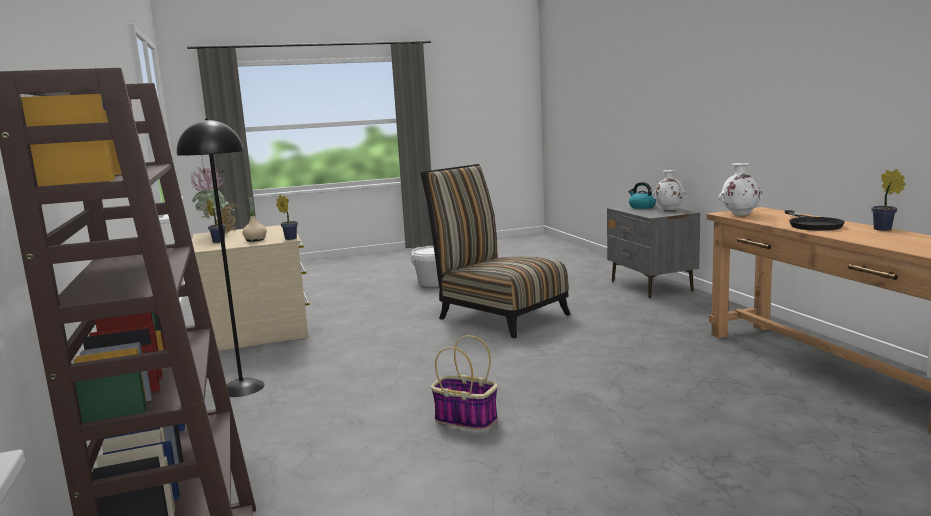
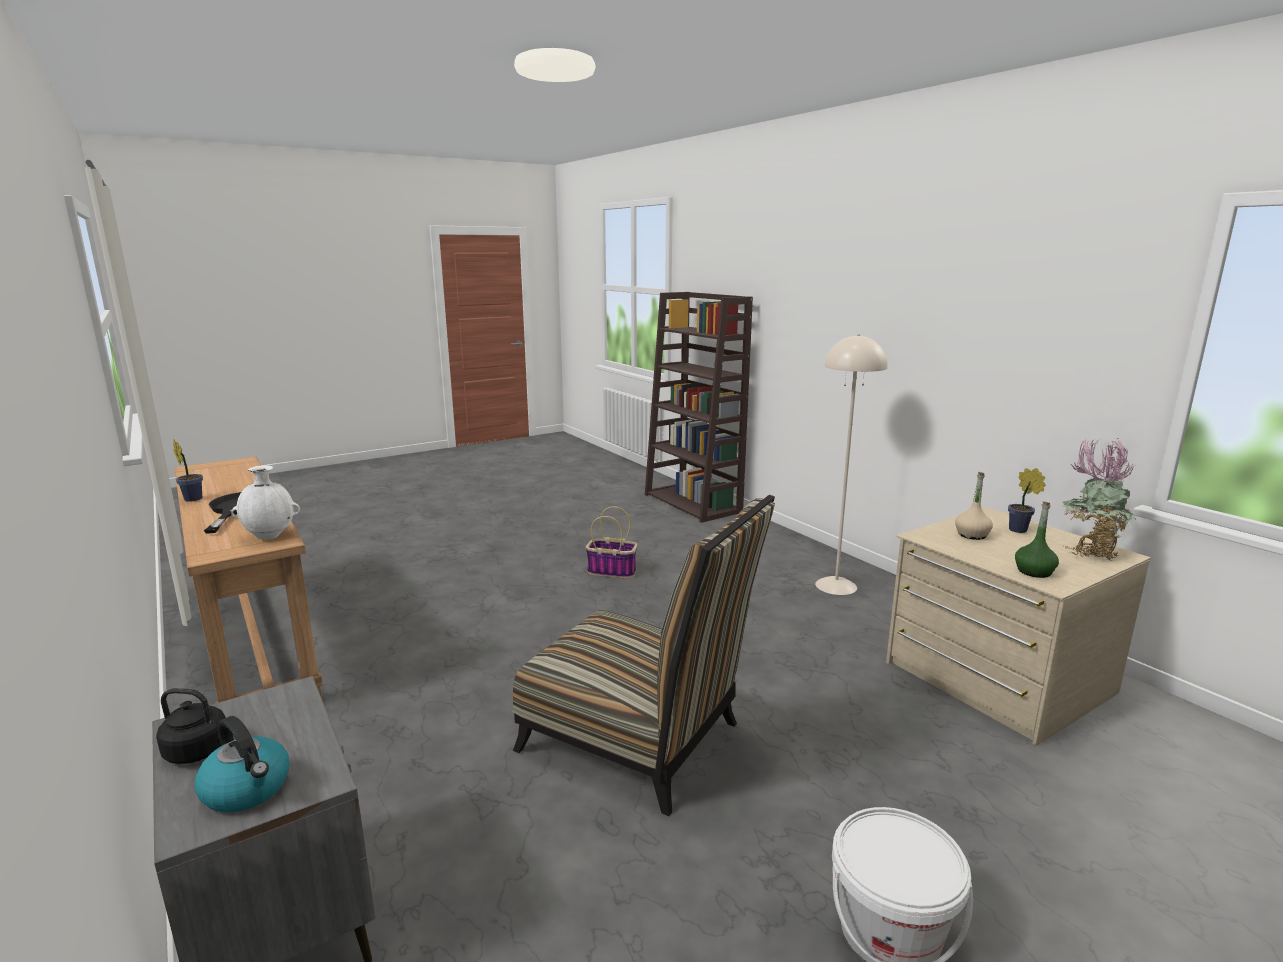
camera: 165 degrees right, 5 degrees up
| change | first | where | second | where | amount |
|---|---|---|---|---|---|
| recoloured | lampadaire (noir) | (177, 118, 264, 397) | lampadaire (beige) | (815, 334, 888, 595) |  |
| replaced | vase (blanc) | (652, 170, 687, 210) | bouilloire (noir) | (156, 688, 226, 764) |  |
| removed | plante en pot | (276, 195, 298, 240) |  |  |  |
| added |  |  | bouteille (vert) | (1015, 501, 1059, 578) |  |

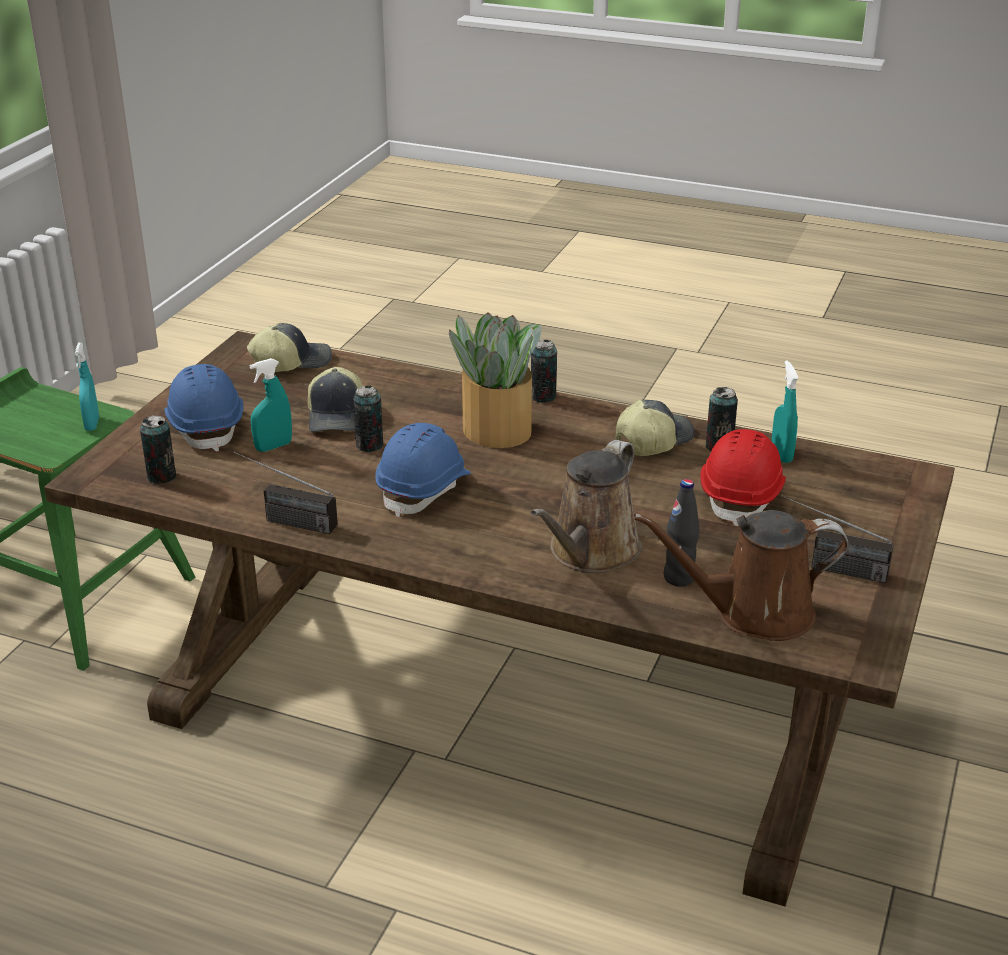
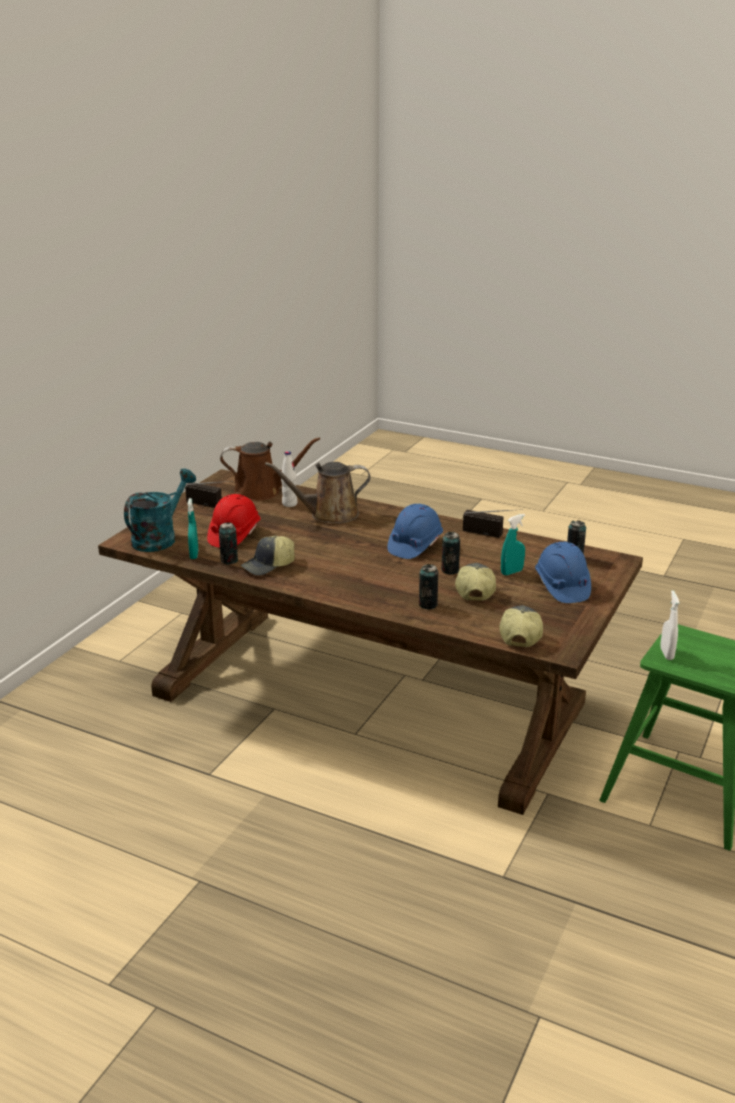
camera: 175 degrees left, 5 degrees down
| change | first | where | second | where | amount |
|---|---|---|---|---|---|
| removed | plante en pot | (449, 312, 541, 448) |  |  |  |
| turned | casquette | (247, 323, 332, 372) |  | (499, 605, 543, 647) | 120 degrees clockwise |
| moved | boîte métallique | (531, 340, 557, 403) |  | (419, 564, 438, 609) |  |
| recoloured | vaporisateur (turquoise) | (75, 342, 99, 431) | vaporisateur (blanc) | (660, 590, 680, 660) |  |
| turned | arrosoir (marron) | (531, 440, 642, 573) |  | (265, 462, 370, 524) | 135 degrees counterclockwise |
| recoloured | bouteille (noir) | (664, 479, 700, 587) | bouteille (blanc) | (281, 451, 298, 507) |  |
| added |  |  | arrosoir (turquoise) | (124, 469, 196, 552) |  |

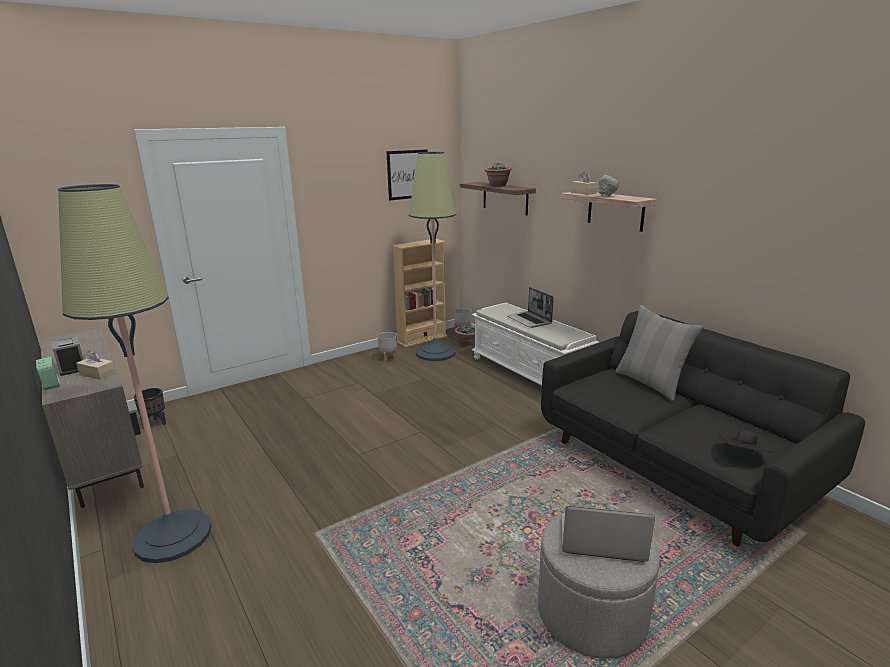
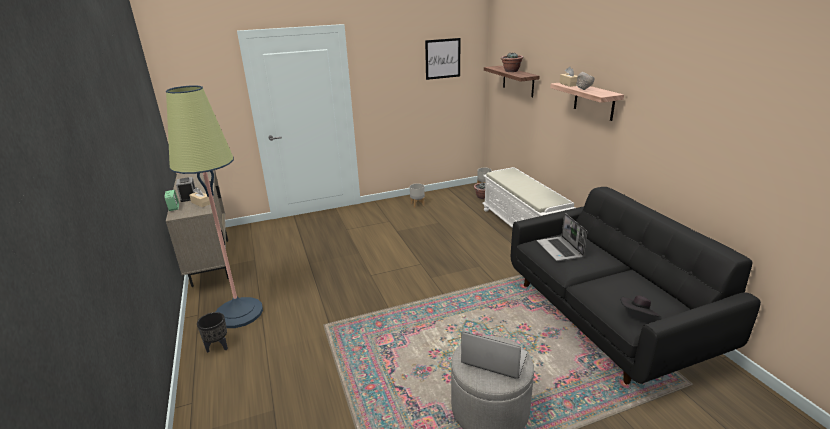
camera: 15 degrees right, 5 degrees up
| change | first | where | second | where | amount |
|---|---|---|---|---|---|
| removed | lampadaire | (409, 152, 456, 361) |  |  |  |
| removed | bibliothèque (beige) | (392, 239, 447, 348) |  |  |  |
| moved | ordinateur portable | (507, 287, 554, 328) |  | (537, 213, 587, 261) |  |
| removed | coussin (gris) | (615, 305, 703, 401) |  |  |  |
| moved | cache-pot (noir) | (134, 388, 166, 429) |  | (197, 312, 228, 353) |  |

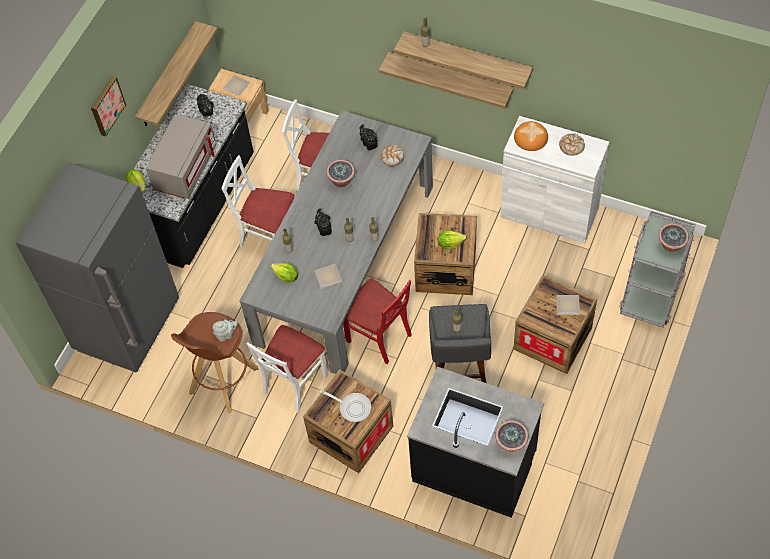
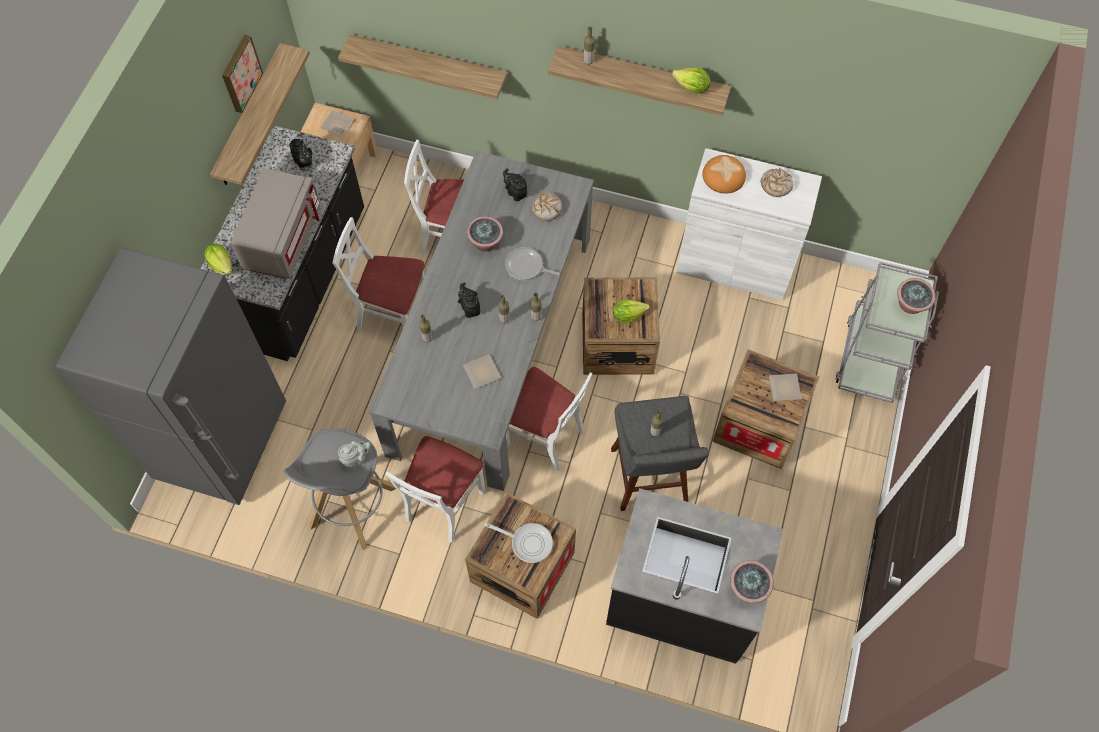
camera: 10 degrees left, 5 degrees up
| change | first | where | second | where | amount |
|---|---|---|---|---|---|
| moved | étagère | (379, 52, 514, 109) |  | (338, 34, 507, 99) |  |
| moved | tableau | (91, 76, 126, 137) |  | (222, 35, 263, 113) |  |
| moved | laitue | (271, 263, 298, 282) |  | (672, 67, 710, 93) |  |
| recoloured | chaise (rouge) | (343, 278, 412, 364) | chaise (blanc) | (506, 367, 592, 471) |  |
| recoloured | tabouret (marron) | (171, 312, 259, 413) | tabouret (gris) | (284, 428, 396, 550) |  |
| added |  |  | poêle | (505, 247, 560, 281) |  |

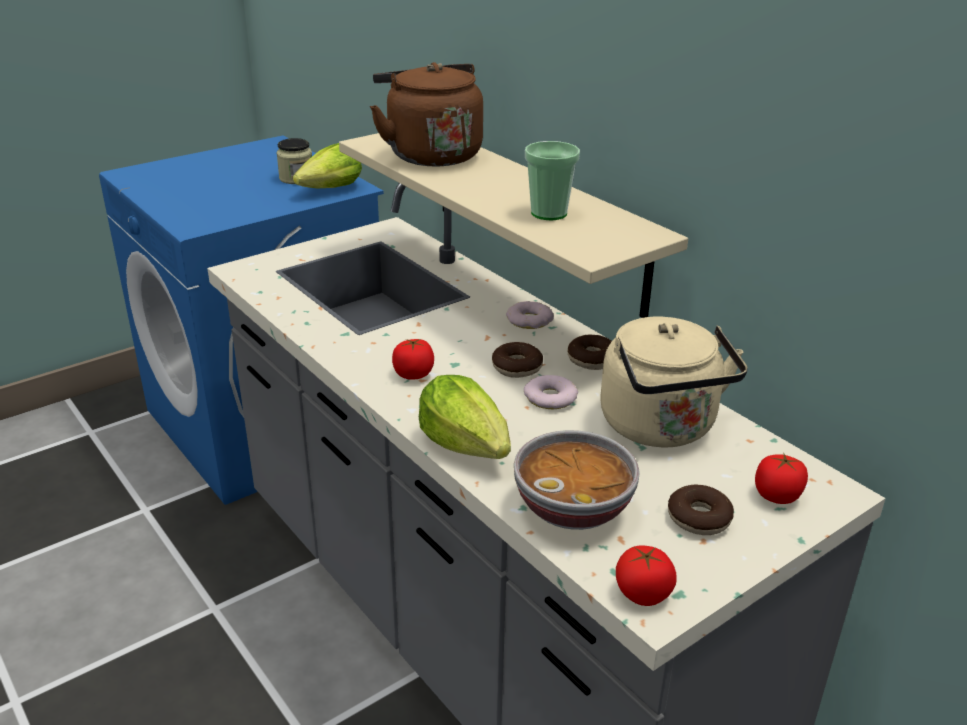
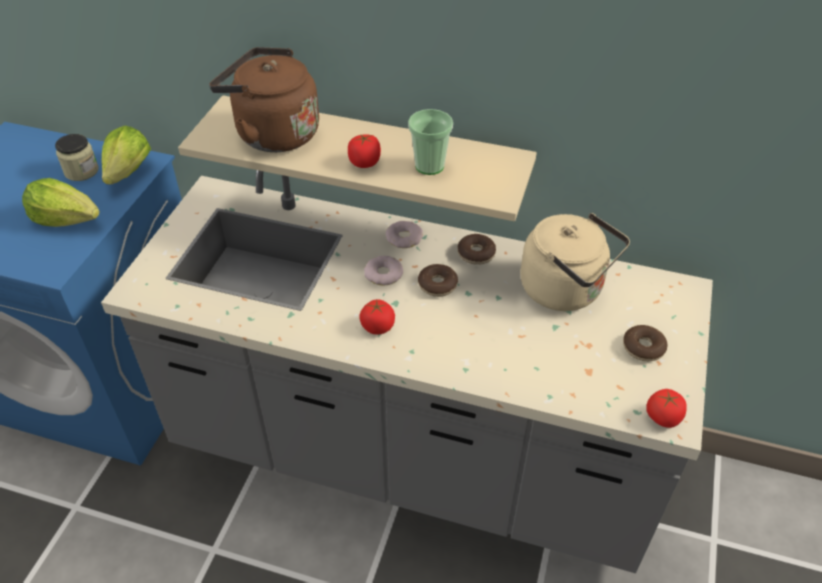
camera: 35 degrees left, 15 degrees up
| change | first | where | second | where | amount |
|---|---|---|---|---|---|
| moved | laitue | (419, 375, 511, 459) |  | (22, 178, 100, 227) |  |
| moved | beignet | (524, 375, 578, 409) |  | (364, 256, 403, 286) |  |
| removed | bol | (514, 430, 640, 530) |  |  |  |
| moved | tomate | (755, 454, 808, 504) |  | (348, 134, 381, 168) |  |

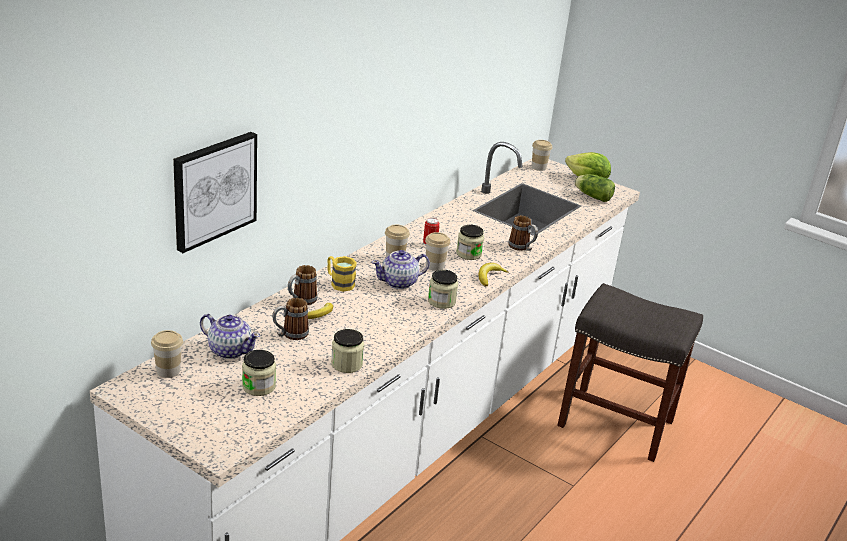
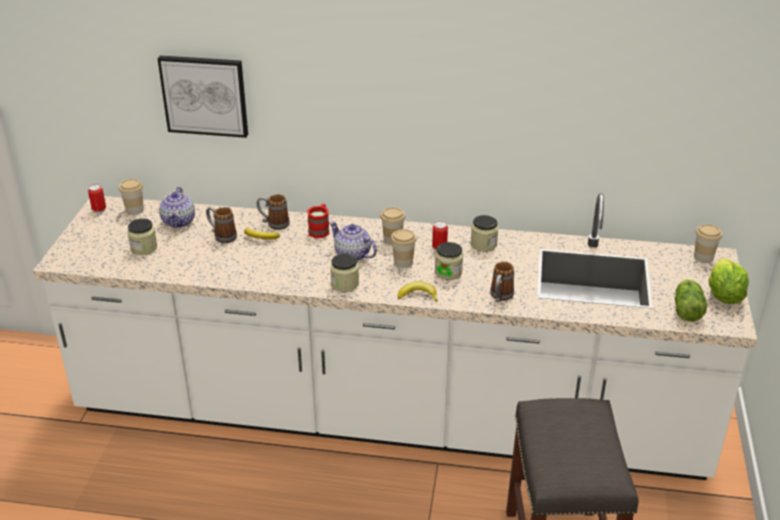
camera: 65 degrees right, 5 degrees up
| change | first | where | second | where | amount |
|---|---|---|---|---|---|
| recoloured | mug (jaune) | (328, 256, 357, 292) | mug (rouge) | (307, 204, 330, 238) |  |
| moved | bocal | (331, 329, 364, 373) |  | (471, 215, 498, 252) |  |
| added |  |  | boîte métallique | (88, 184, 106, 213) |  |

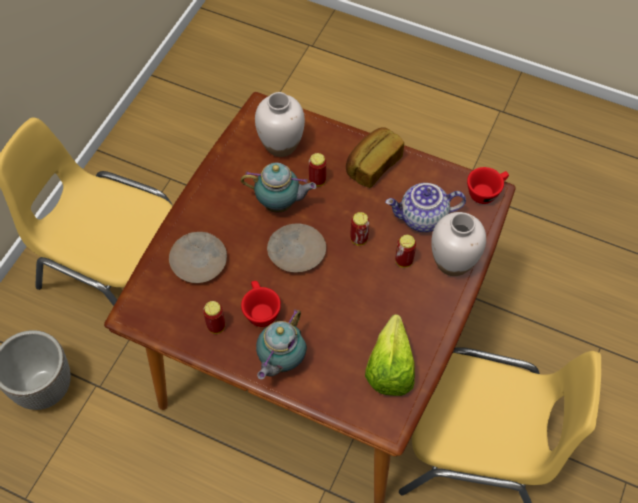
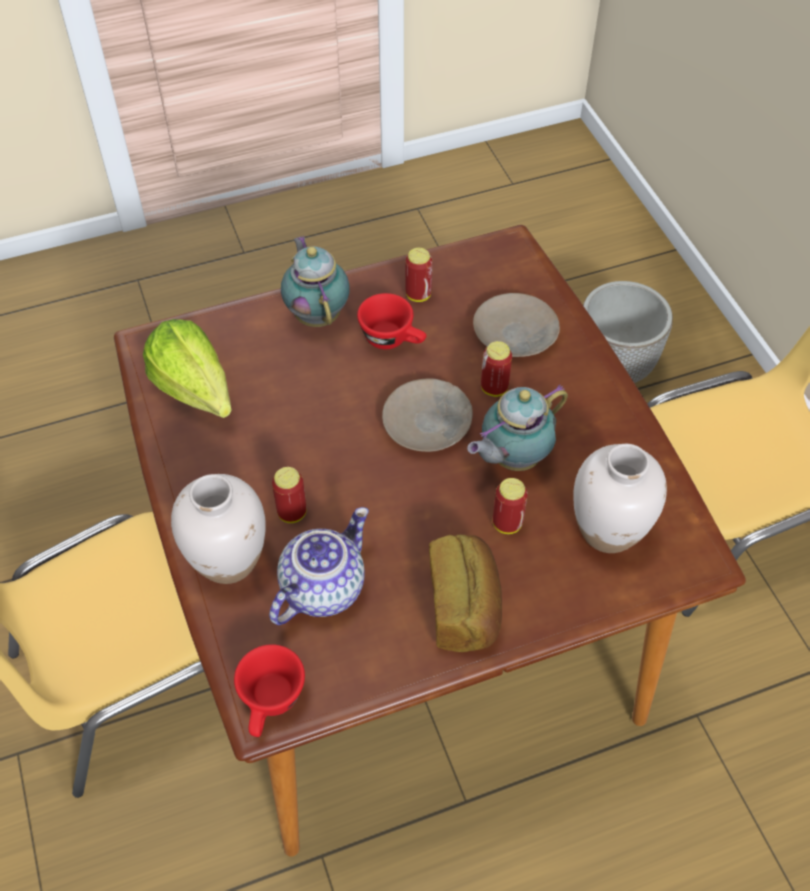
camera: 135 degrees right, 5 degrees down
| change | first | where | second | where | amount |
|---|---|---|---|---|---|
| moved | boîte métallique | (350, 212, 370, 246) |  | (481, 341, 512, 397) |  |

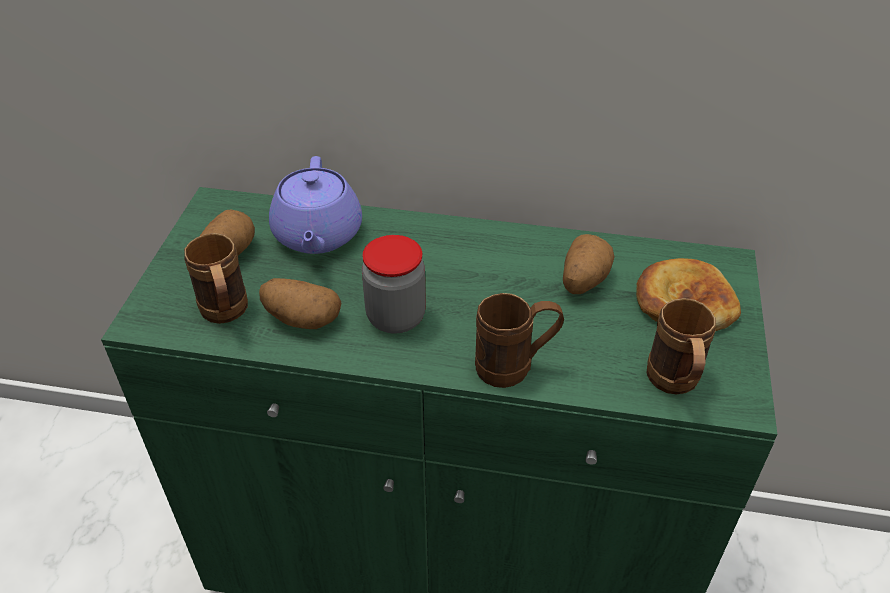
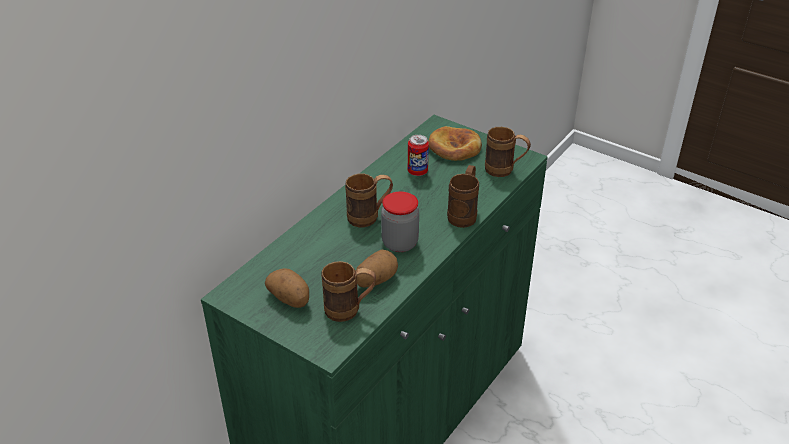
camera: 65 degrees left, 5 degrees down
| change | first | where | second | where | amount |
|---|---|---|---|---|---|
| removed | théière (violet) | (269, 156, 362, 254) |  |  |  |
| replaced | pomme de terre | (563, 234, 615, 294) | boîte métallique | (408, 135, 429, 176) |  |
| added |  |  | mug (marron) | (345, 173, 393, 227) |  |

